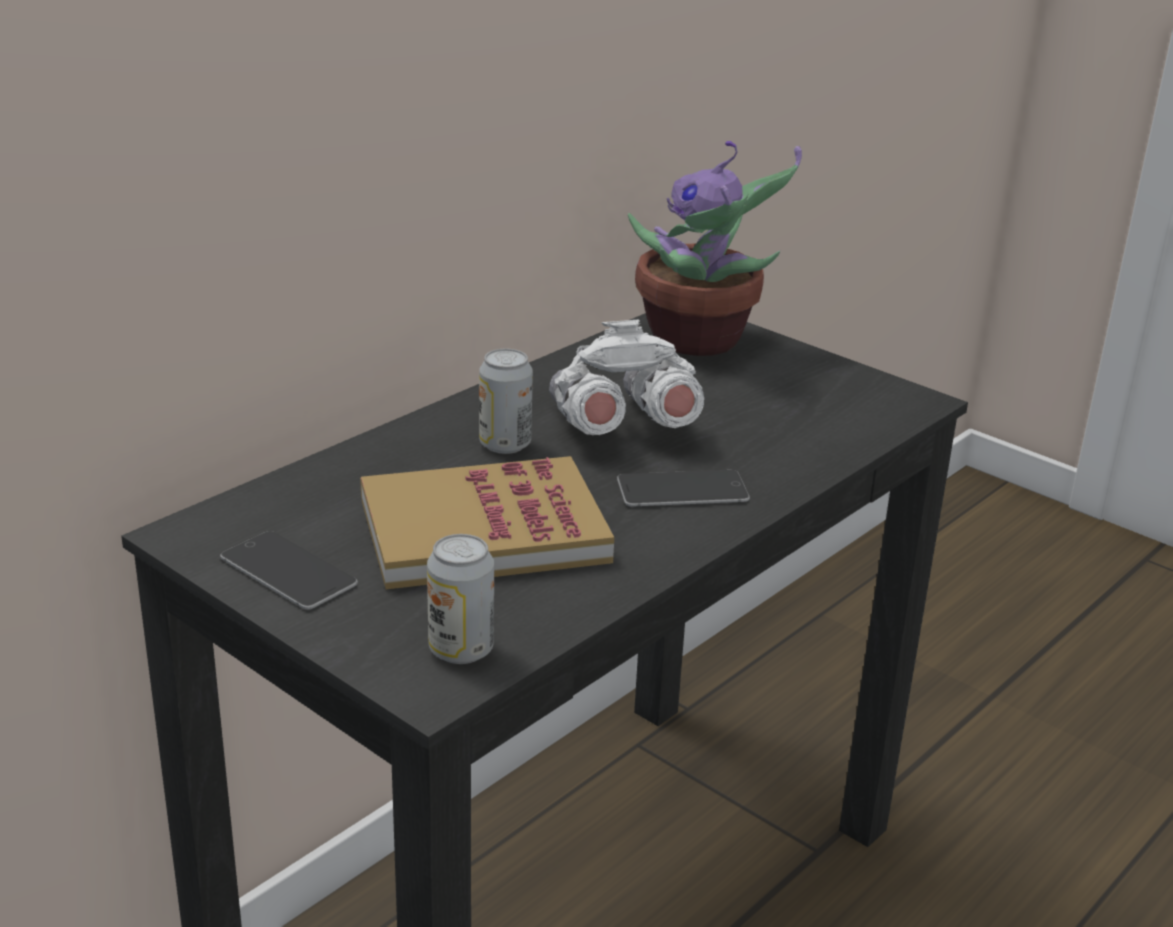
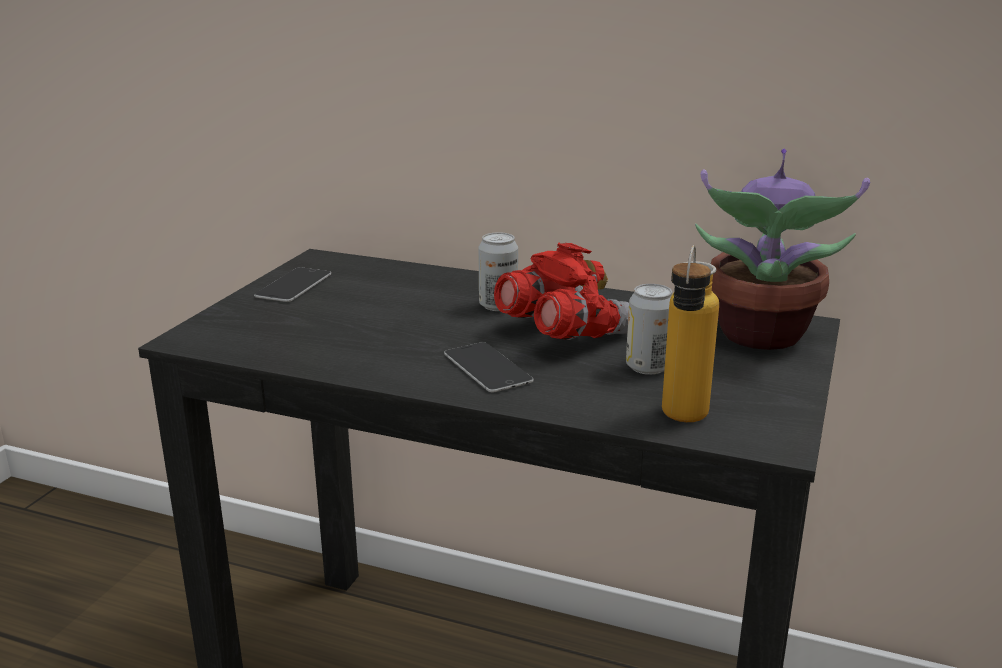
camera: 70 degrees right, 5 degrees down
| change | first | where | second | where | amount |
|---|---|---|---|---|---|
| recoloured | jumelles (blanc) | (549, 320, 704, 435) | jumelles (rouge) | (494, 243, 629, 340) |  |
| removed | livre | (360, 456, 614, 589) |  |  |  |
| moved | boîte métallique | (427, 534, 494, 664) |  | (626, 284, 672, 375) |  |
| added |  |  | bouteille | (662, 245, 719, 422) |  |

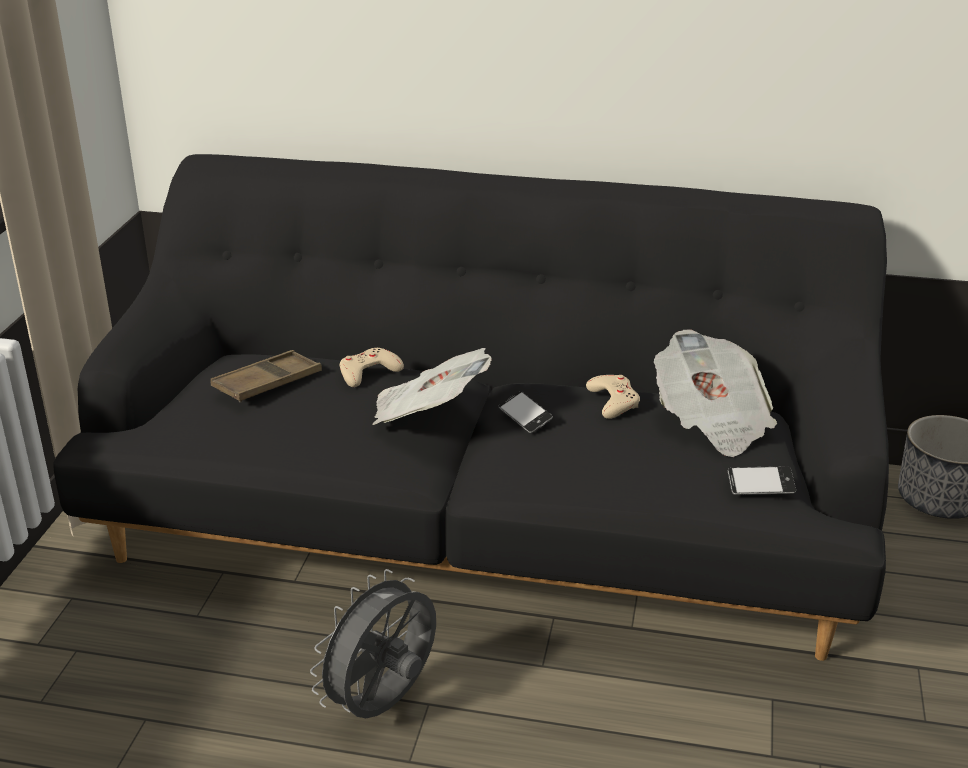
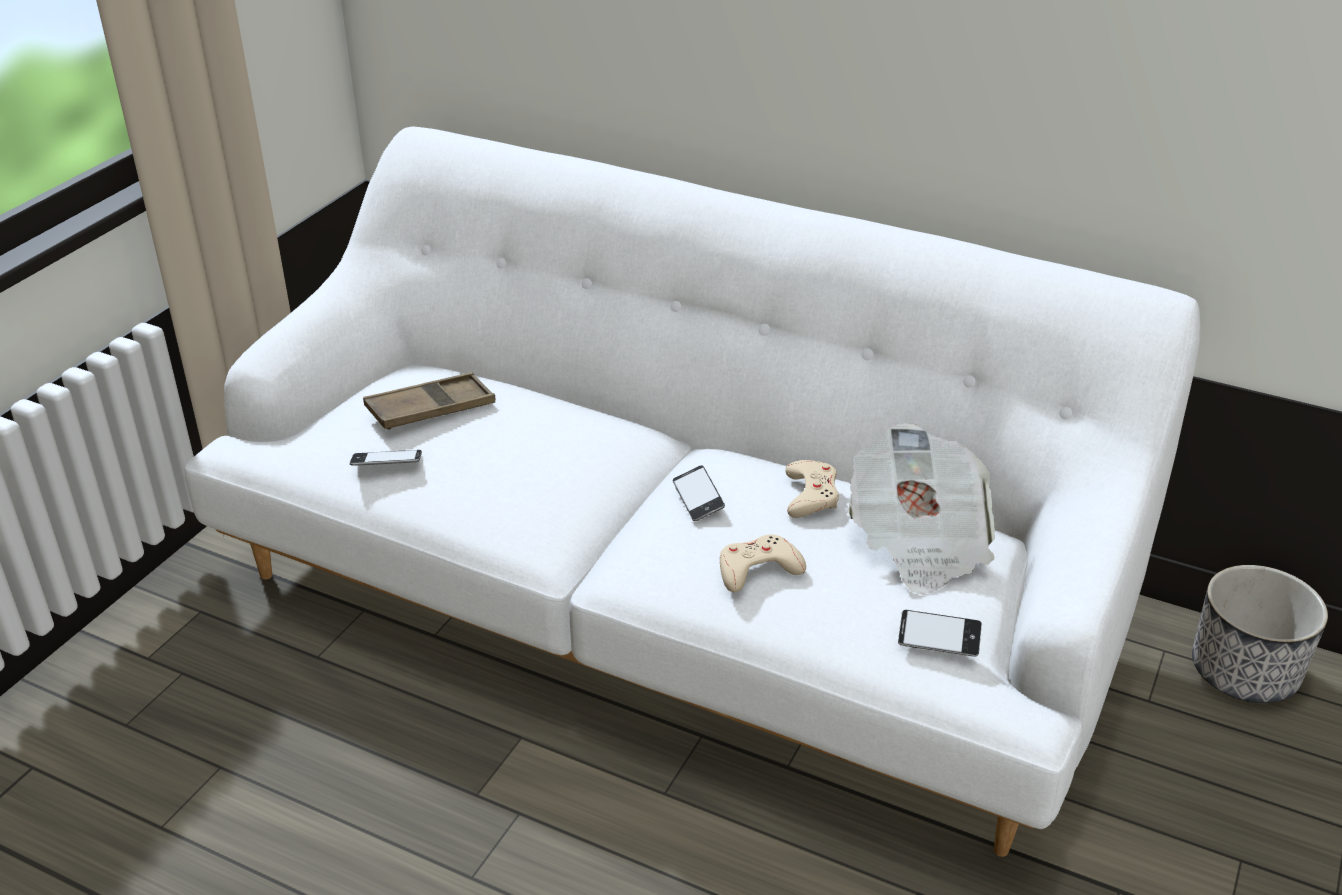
camera: 15 degrees right, 5 degrees up
| change | first | where | second | where | amount |
|---|---|---|---|---|---|
| recoloured | canapé (noir) | (53, 154, 889, 661) | canapé (blanc) | (184, 127, 1201, 857) |  |
| moved | manette (beige) | (340, 348, 404, 387) |  | (720, 535, 806, 592) |  |
| removed | journal | (372, 348, 492, 425) |  |  |  |
| removed | ventilateur (gris) | (310, 569, 436, 718) |  |  |  |
| added |  |  | téléphone | (350, 450, 422, 466) |  |

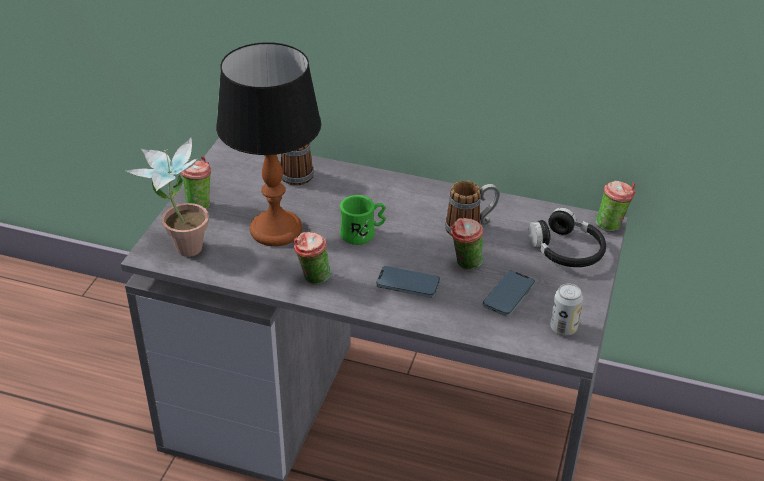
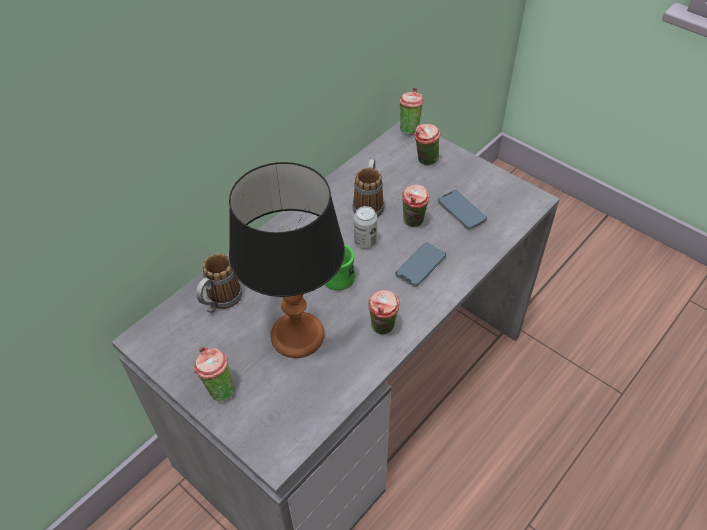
camera: 65 degrees left, 10 degrees up
| change | first | where | second | where | amount |
|---|---|---|---|---|---|
| removed | plante en pot | (126, 137, 209, 257) |  |  |  |
| replaced | casque audio (noir) | (529, 208, 606, 267) | tasse | (414, 124, 440, 166) |  |
| moved | boîte métallique | (550, 284, 583, 336) |  | (354, 206, 377, 249) |  |

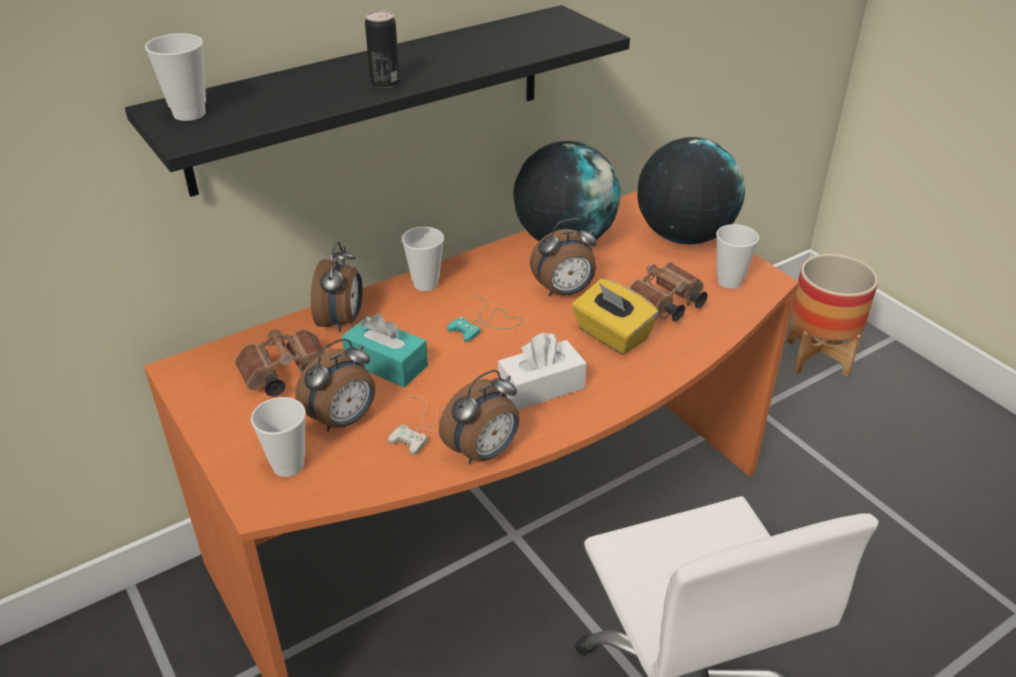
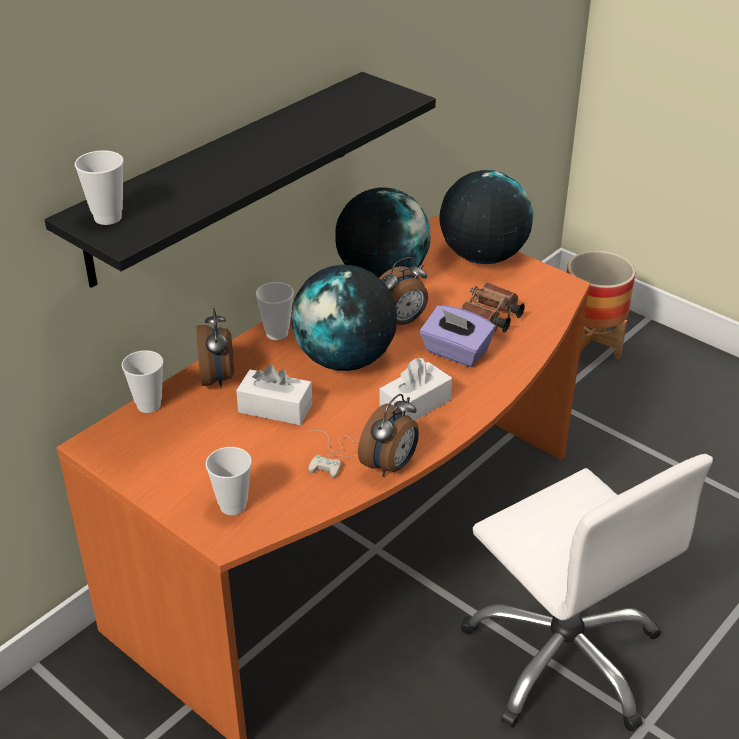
camera: 15 degrees left, 0 degrees up
| change | first | where | second | where | amount |
|---|---|---|---|---|---|
| removed | boîte métallique | (365, 10, 400, 88) |  |  |  |
| moved | tasse | (716, 224, 759, 289) |  | (122, 350, 163, 413) |  |
| recoloured | boîte à mouchoirs (jaune) | (572, 279, 659, 355) | boîte à mouchoirs (violet) | (420, 305, 495, 367) |  |
| replaced | manette (turquoise) | (447, 296, 523, 342) | globe | (291, 265, 397, 371) |  |
| recoloured | boîte à mouchoirs (turquoise) | (342, 313, 428, 387) | boîte à mouchoirs (blanc) | (236, 365, 312, 425) |  |
| removed | jumelles (marron) | (235, 329, 325, 397) |  |  |  |
| removed | réveil | (295, 338, 375, 431) |  |  |  |

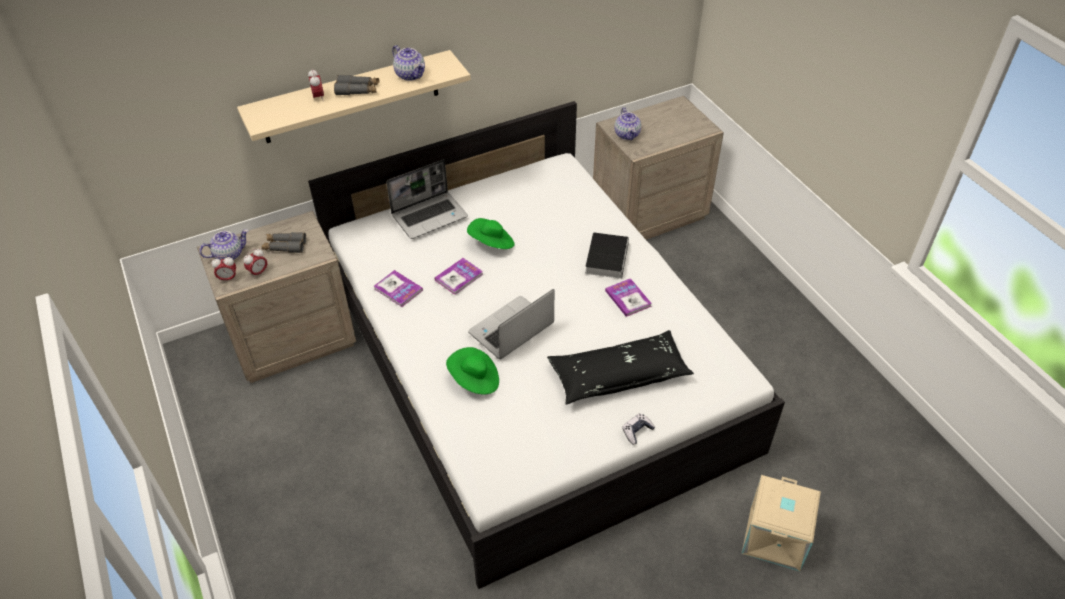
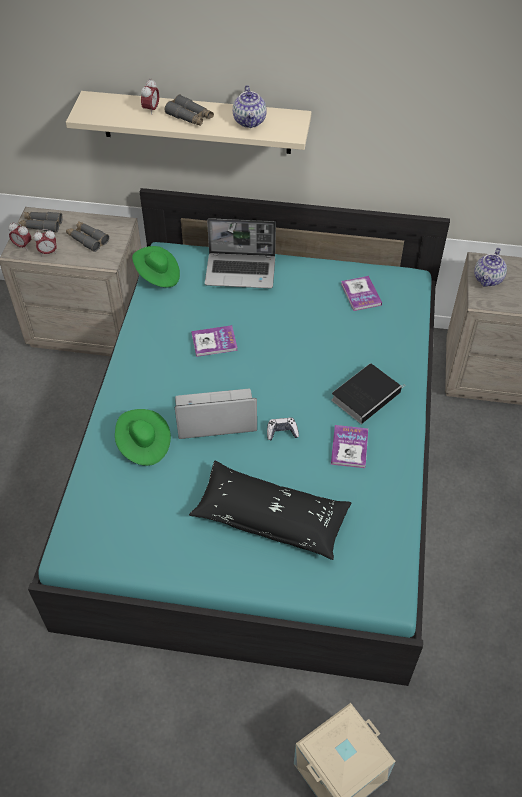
camera: 35 degrees right, 5 degrees up
| change | first | where | second | where | amount |
|---|---|---|---|---|---|
| recoloured | lit (blanc) | (308, 101, 785, 589) | lit (turquoise) | (28, 188, 450, 686) |  |
| moved | chapeau (vert) | (467, 218, 515, 249) |  | (132, 246, 180, 287) |  |
| replaced | théière | (199, 229, 248, 260) | jumelles (gris) | (19, 212, 63, 233) |  |
| moved | livre | (374, 270, 423, 307) |  | (341, 276, 382, 311) |  |
| moved | manette | (622, 413, 655, 444) |  | (267, 418, 299, 441) |  |

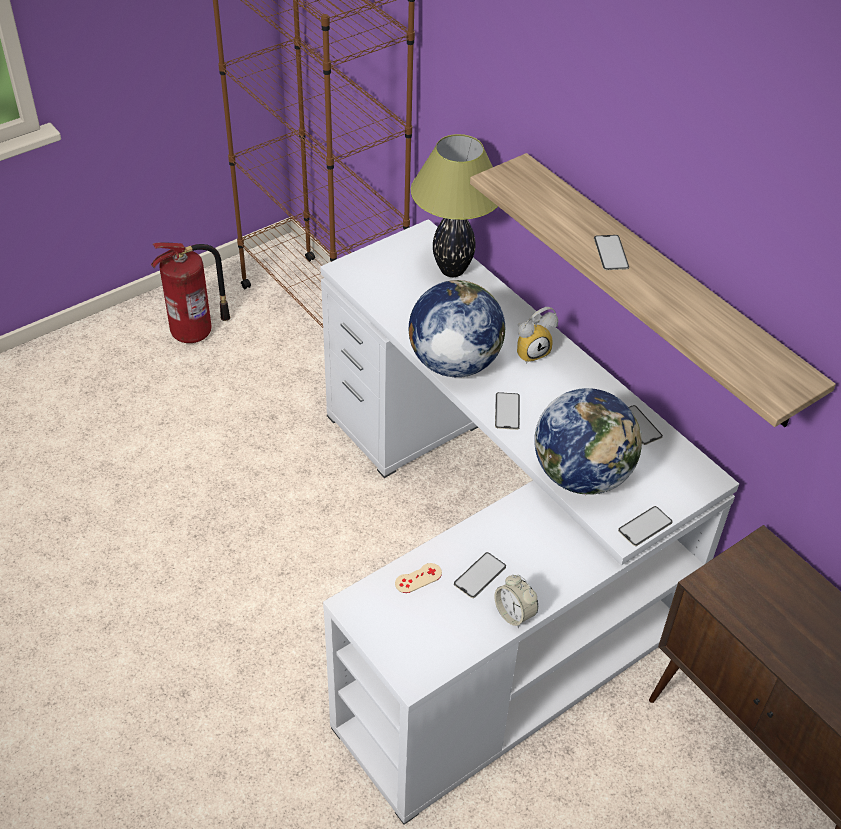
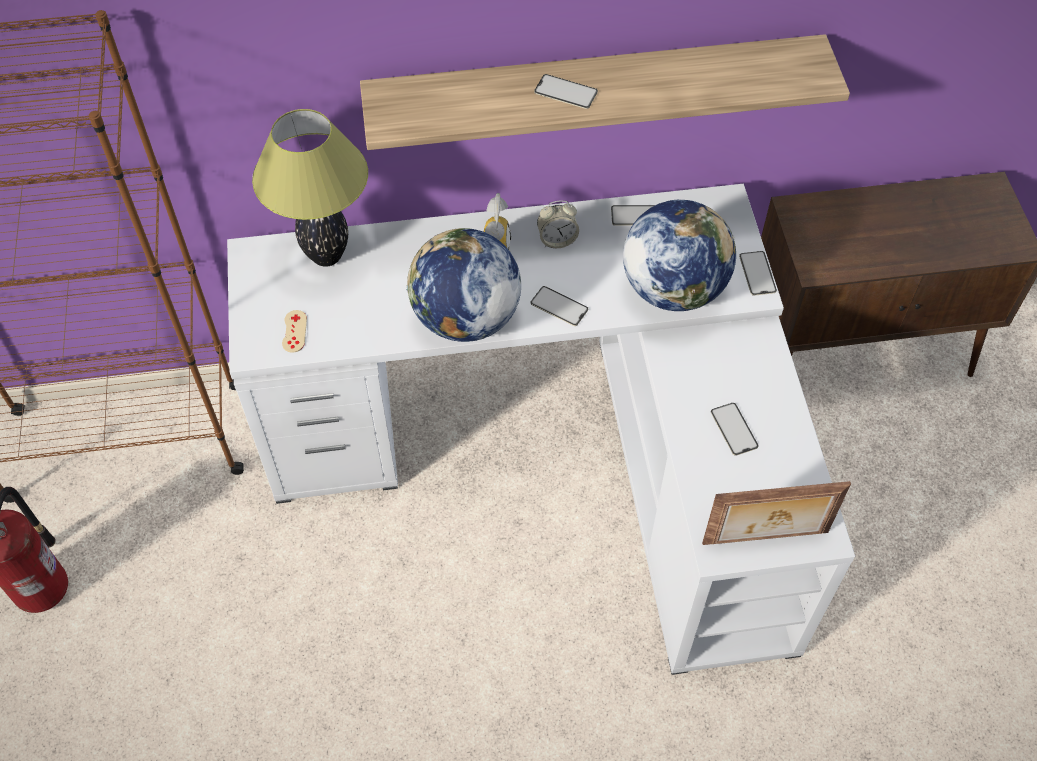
camera: 60 degrees left, 10 degrees up
| change | first | where | second | where | amount |
|---|---|---|---|---|---|
| moved | manette (beige) | (395, 563, 442, 593) |  | (282, 310, 307, 353) |  |
| moved | réveil | (495, 574, 538, 628) |  | (537, 200, 579, 248) |  |
| added |  |  | cadre photo | (702, 481, 851, 545) |  |

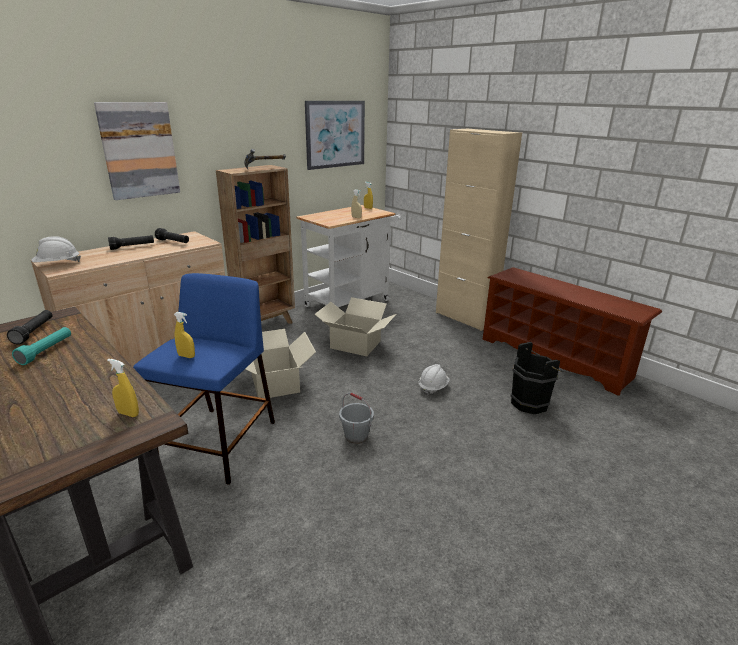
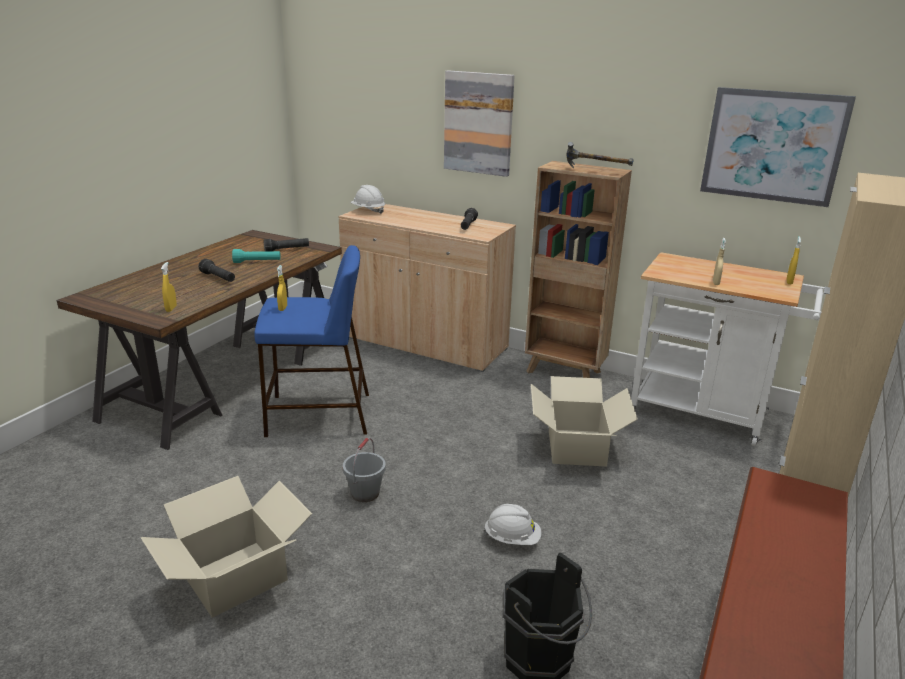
camera: 70 degrees right, 0 degrees up
| change | first | where | second | where | amount |
|---|---|---|---|---|---|
| moved | lampe de poche (noir) | (108, 235, 154, 250) |  | (199, 259, 235, 282) |  |
| moved | carton | (245, 329, 316, 398) |  | (141, 476, 312, 618) |  |

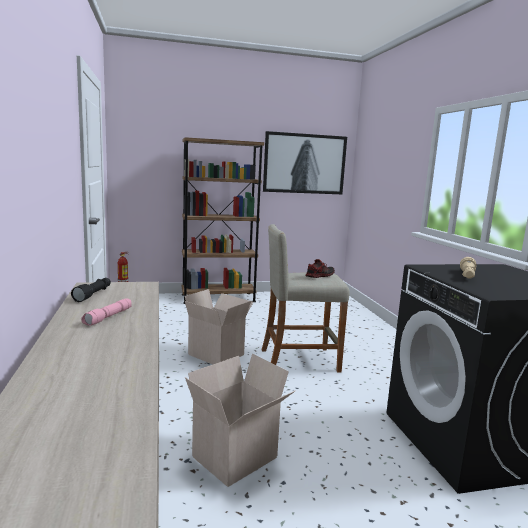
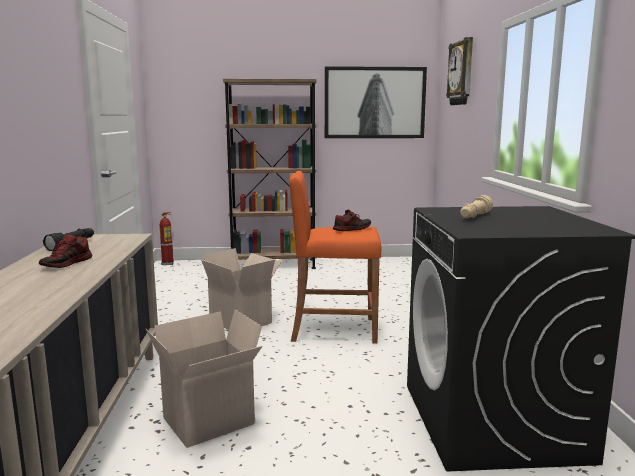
camera: 10 degrees right, 0 degrees up
| change | first | where | second | where | amount |
|---|---|---|---|---|---|
| recoloured | tabouret (beige) | (262, 224, 350, 373) | tabouret (orange) | (290, 171, 382, 344) |  |
| replaced | lampe de poche (rose) | (81, 298, 131, 326) | chaussure | (39, 235, 92, 268) |  |
| added |  |  | horloge murale | (446, 37, 473, 105) |  |

